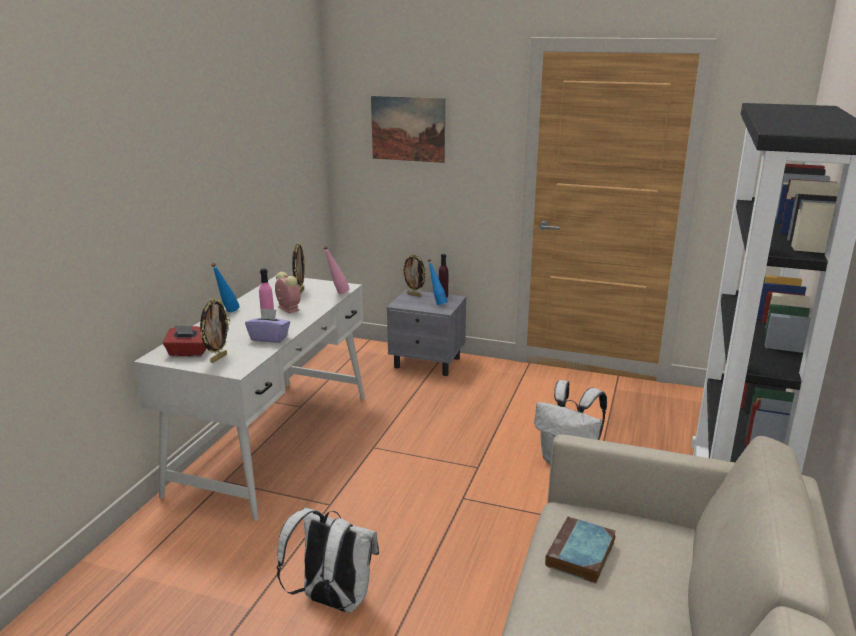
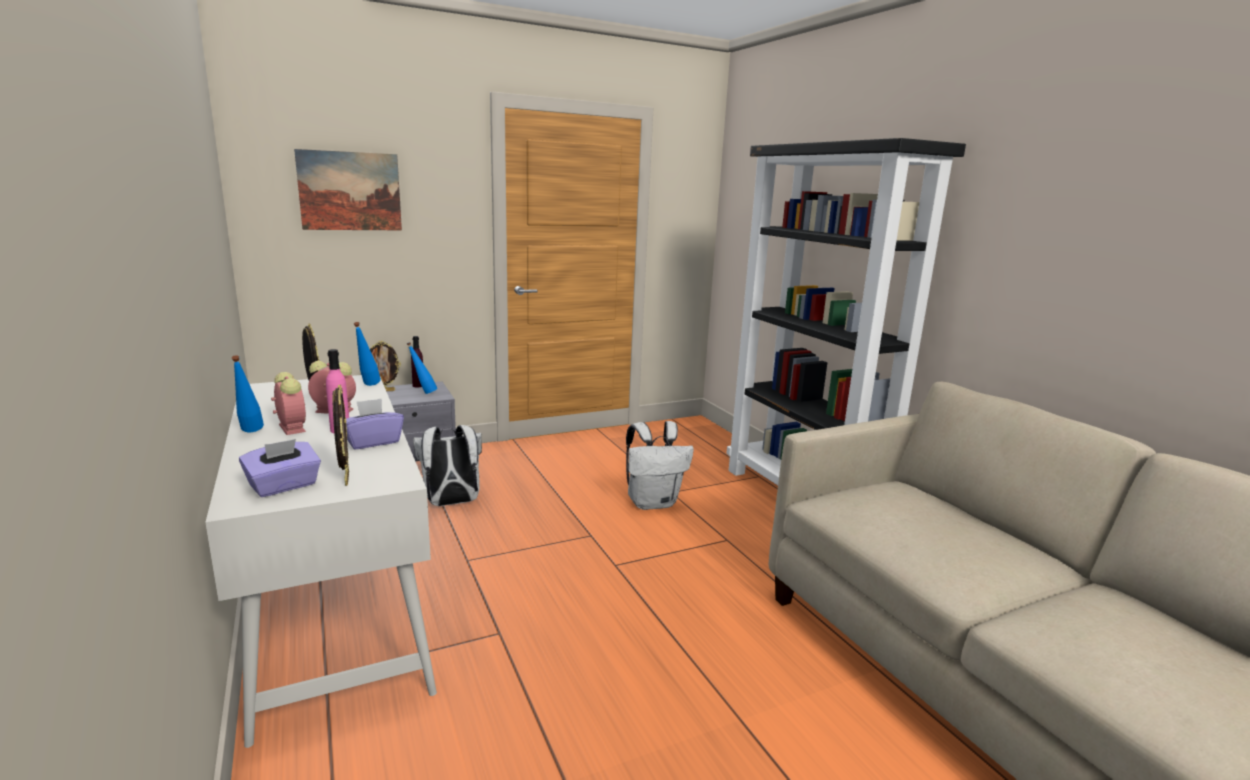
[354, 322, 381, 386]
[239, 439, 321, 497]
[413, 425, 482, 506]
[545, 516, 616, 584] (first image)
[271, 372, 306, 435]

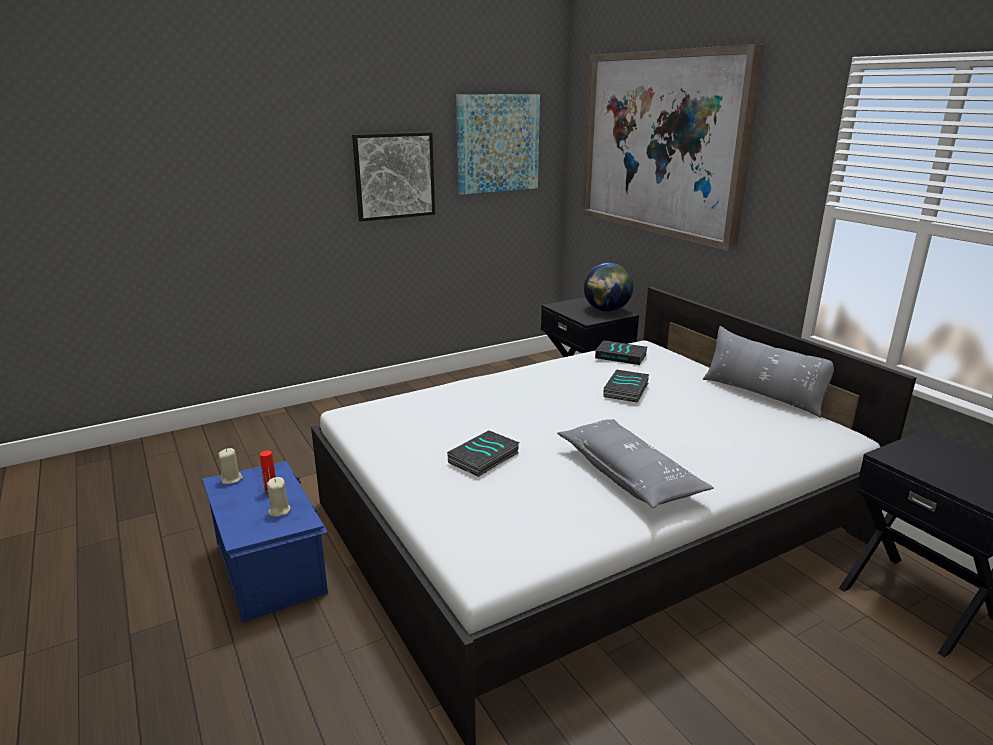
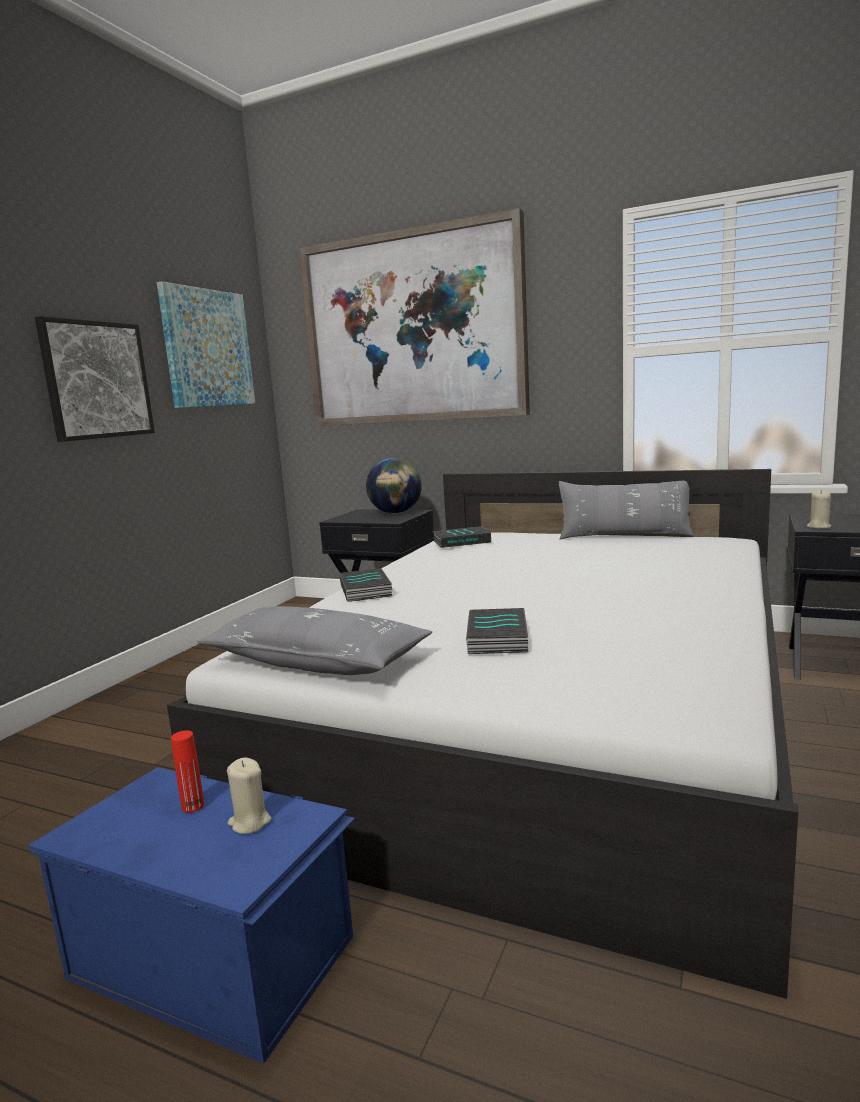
[339, 568, 393, 602]
[197, 606, 432, 675]
[807, 490, 831, 529]

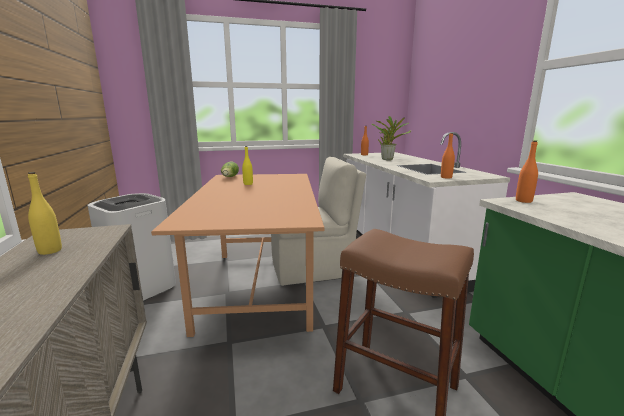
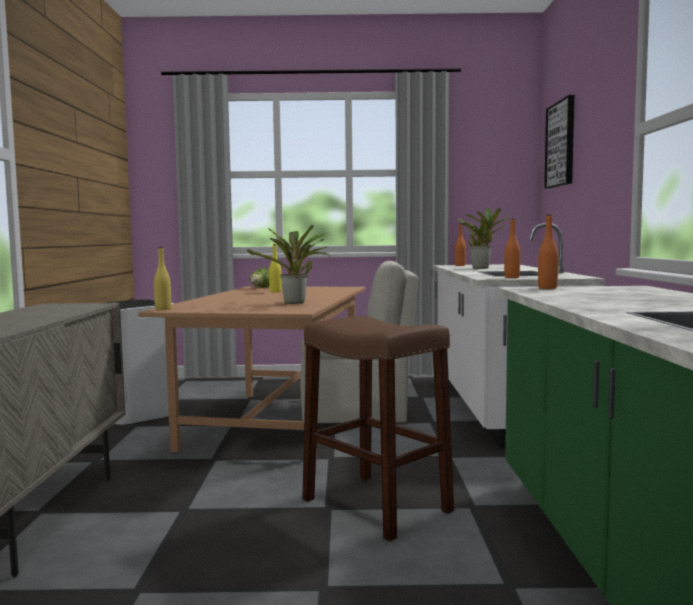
[154, 247, 171, 310]
[544, 95, 574, 189]
[247, 225, 328, 304]

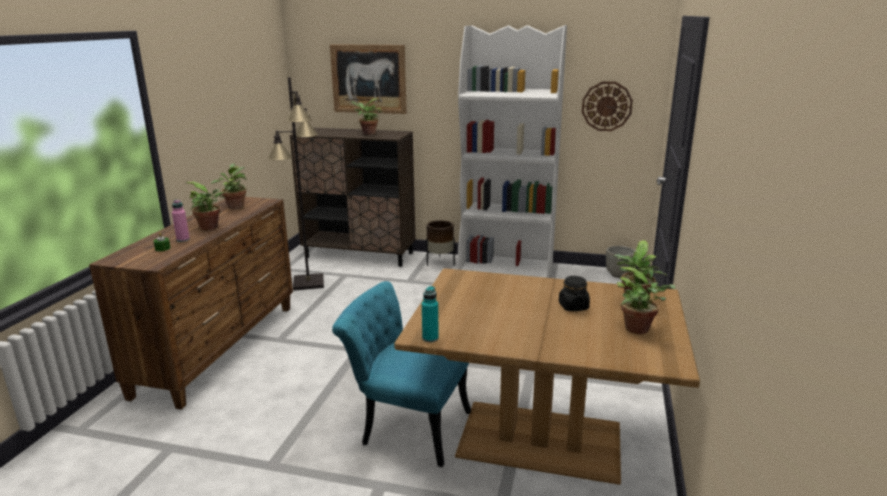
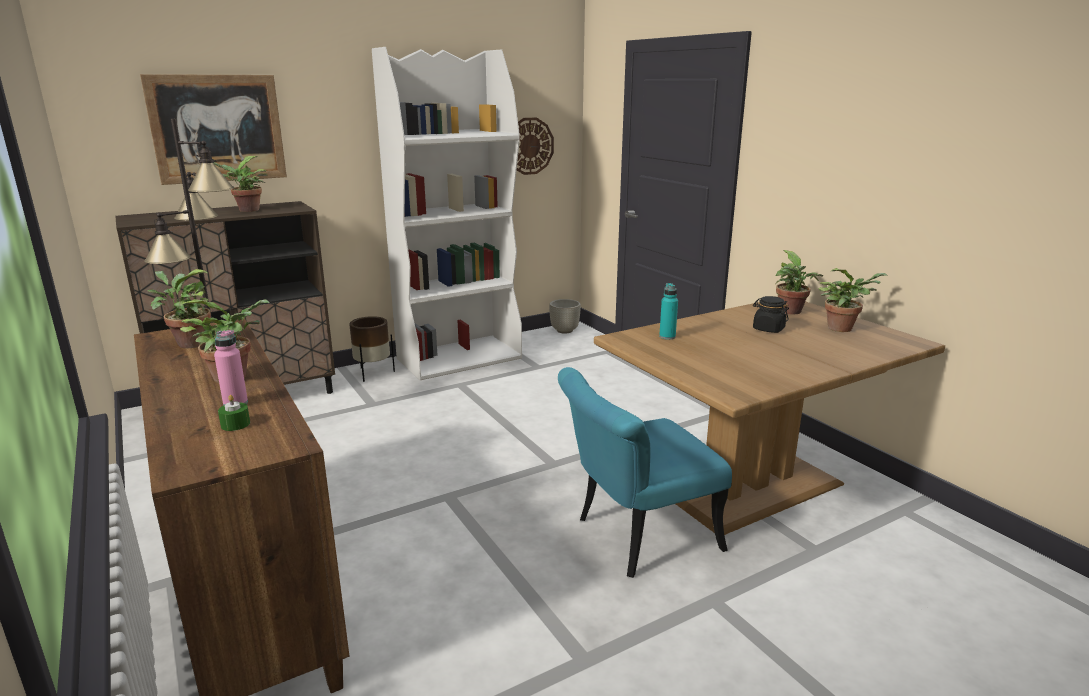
[659, 283, 678, 340]

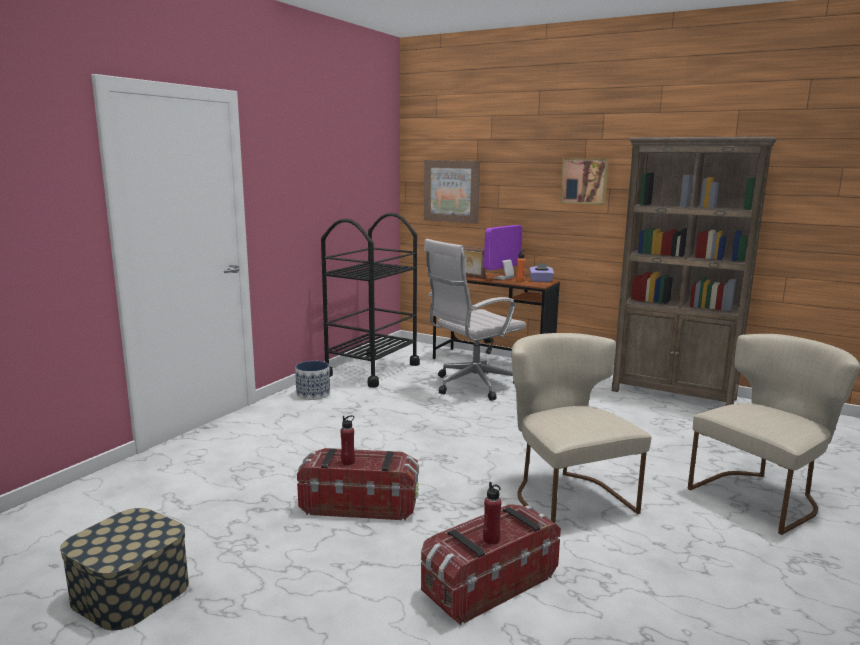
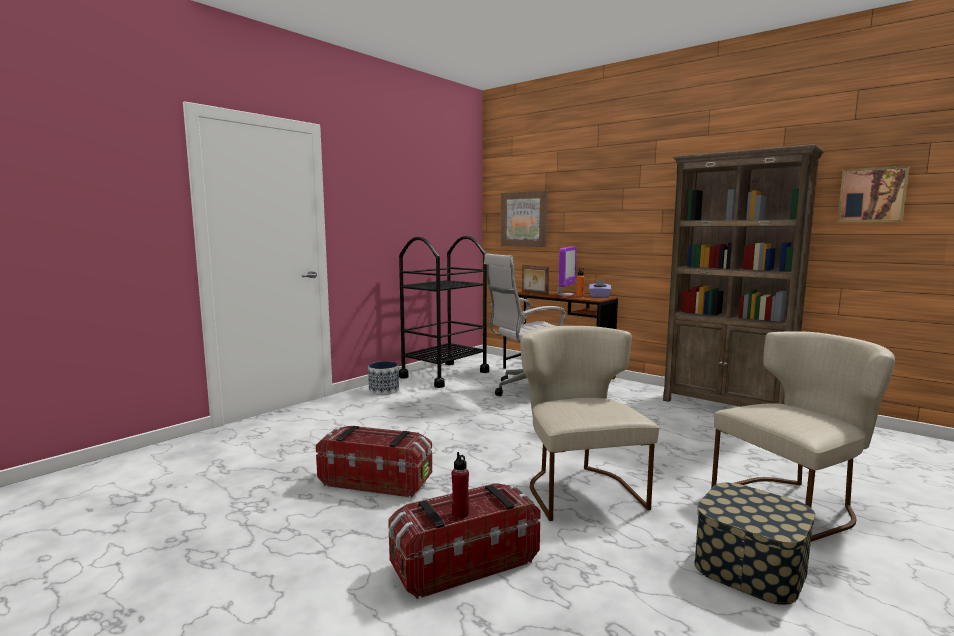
[837, 166, 910, 222]
[557, 247, 577, 296]
[341, 415, 355, 465] (first image)
[694, 483, 815, 605]

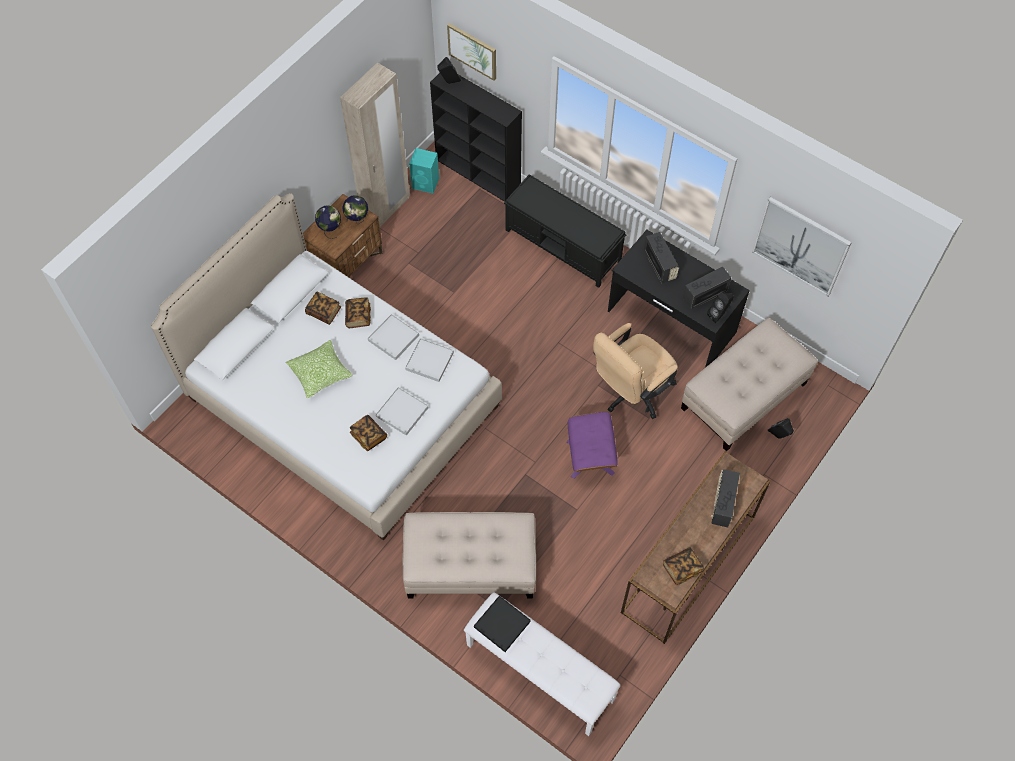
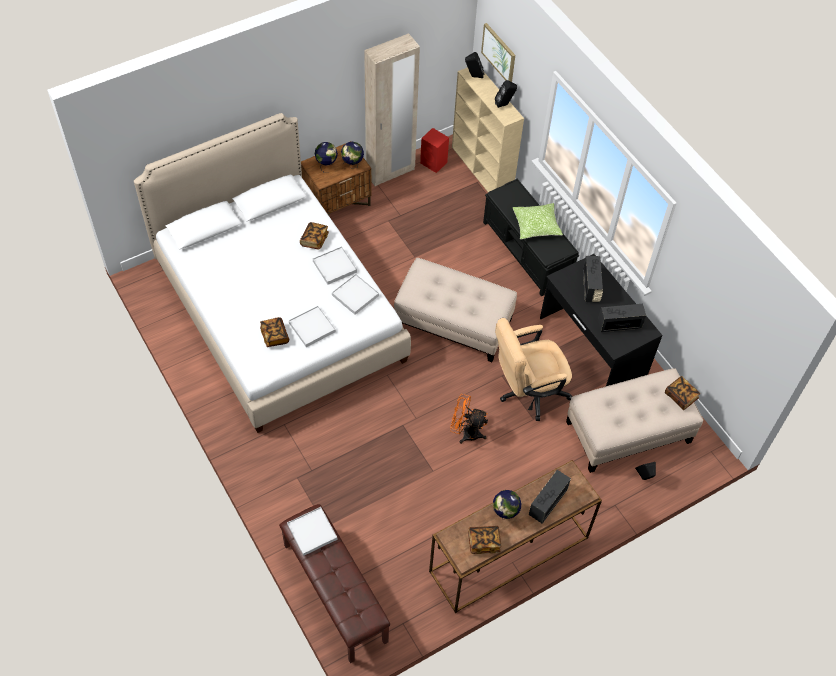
[452, 67, 524, 192]
[420, 128, 449, 173]
[752, 197, 852, 296] (first image)
[665, 376, 700, 410]
[495, 80, 517, 108]
[513, 203, 563, 239]
[450, 394, 488, 444]
[394, 258, 517, 362]
[279, 504, 390, 663]
[287, 507, 337, 556]
[493, 490, 521, 519]

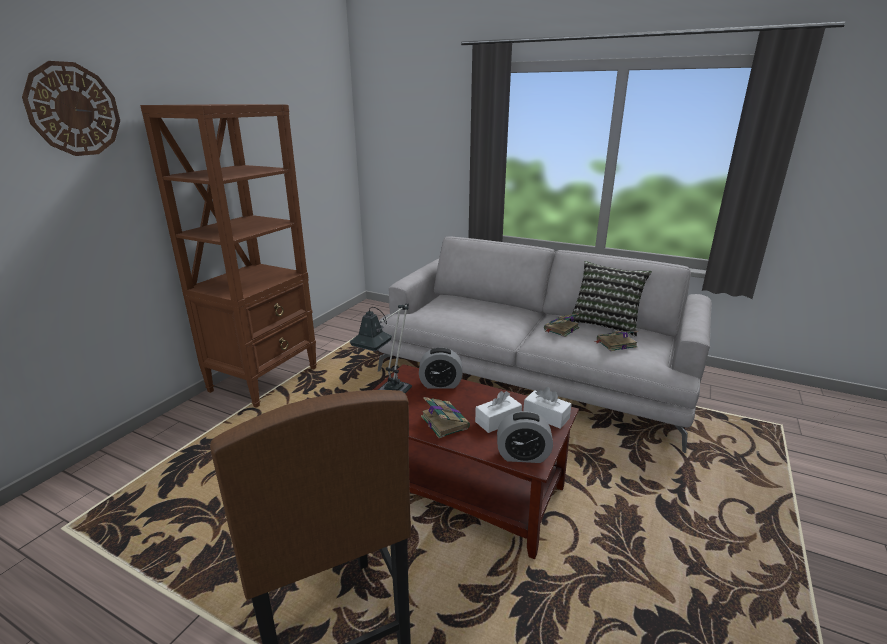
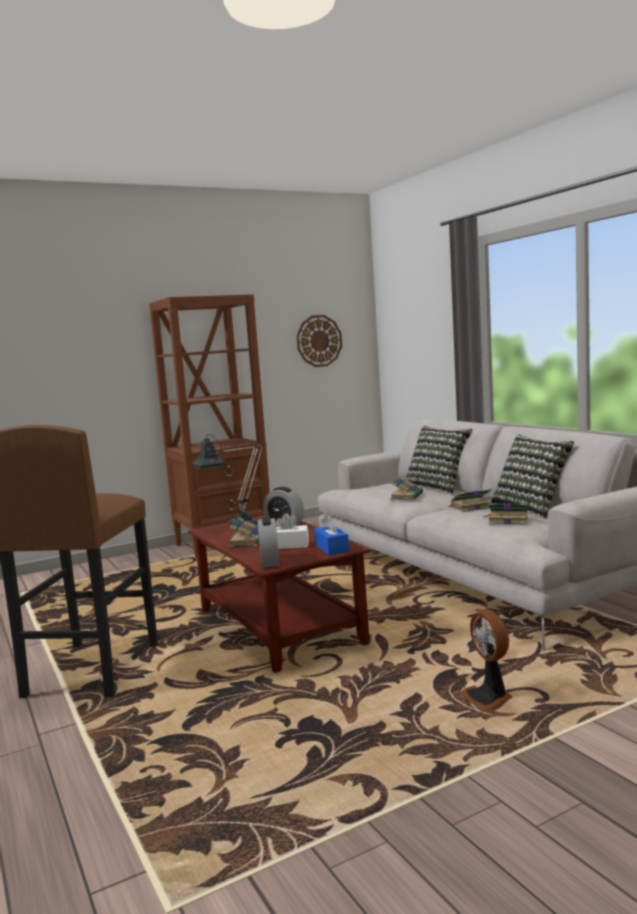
[297, 315, 342, 367]
[314, 515, 349, 555]
[258, 517, 279, 568]
[405, 426, 472, 494]
[390, 477, 423, 500]
[459, 610, 512, 712]

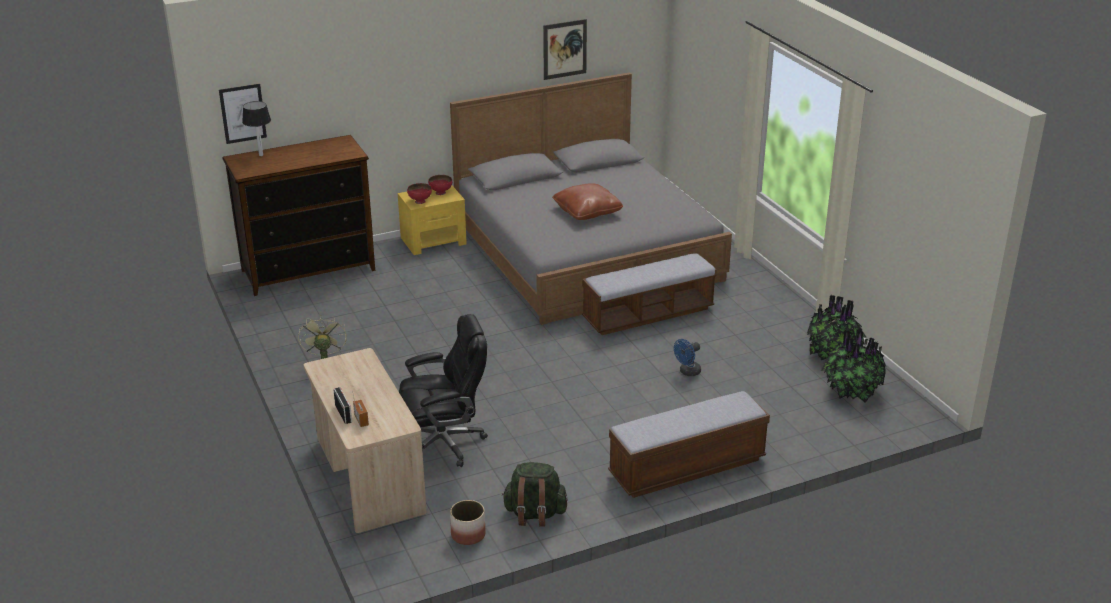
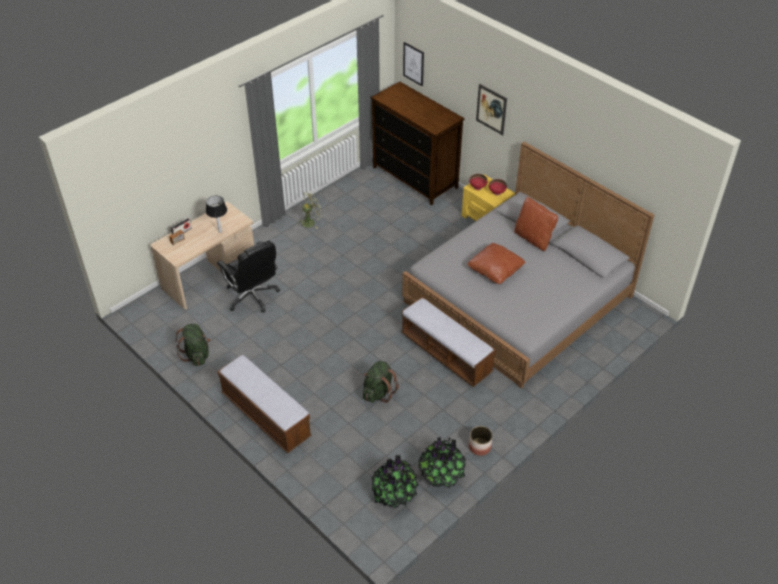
[476, 84, 507, 135]
[206, 196, 227, 233]
[363, 361, 399, 403]
[469, 426, 492, 456]
[514, 197, 558, 251]

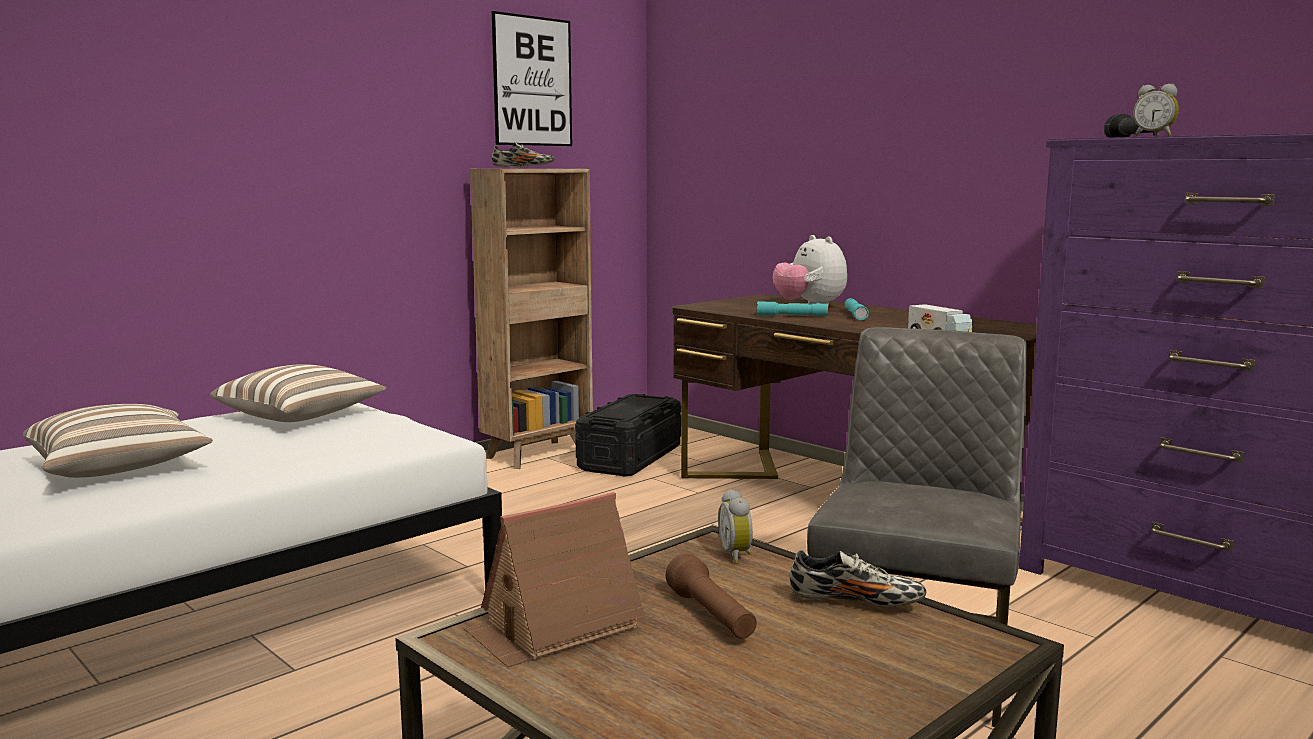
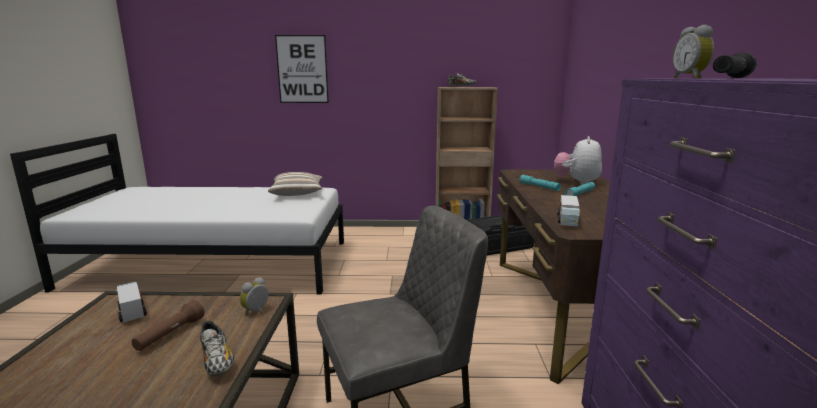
[275, 35, 329, 103]
[23, 404, 213, 478] (first image)
[117, 282, 147, 322]

